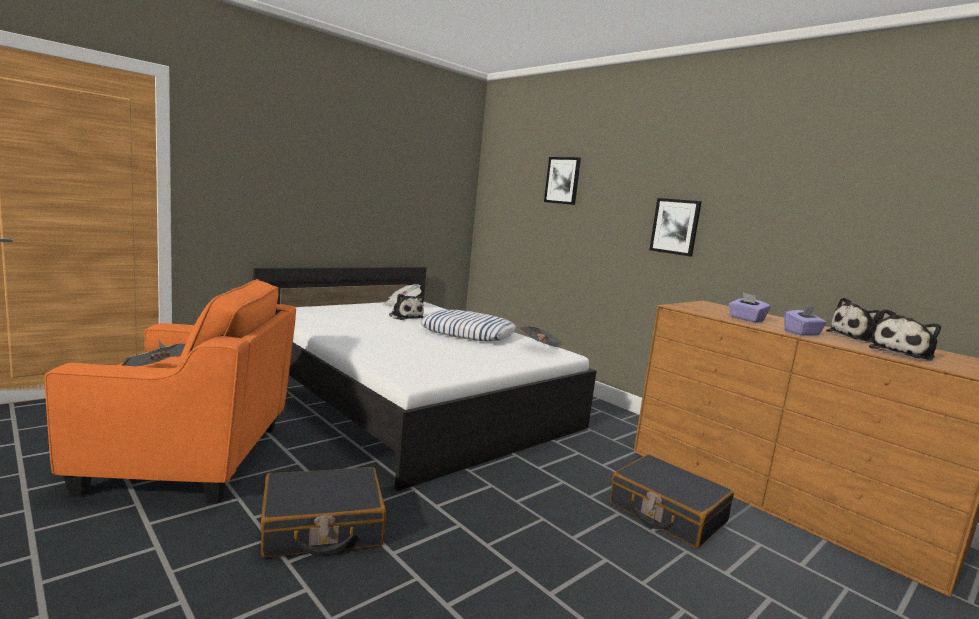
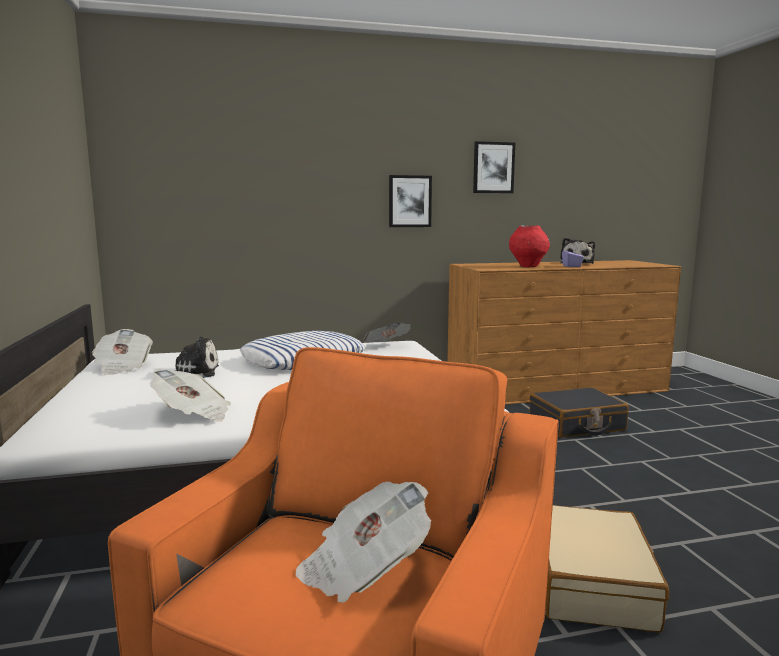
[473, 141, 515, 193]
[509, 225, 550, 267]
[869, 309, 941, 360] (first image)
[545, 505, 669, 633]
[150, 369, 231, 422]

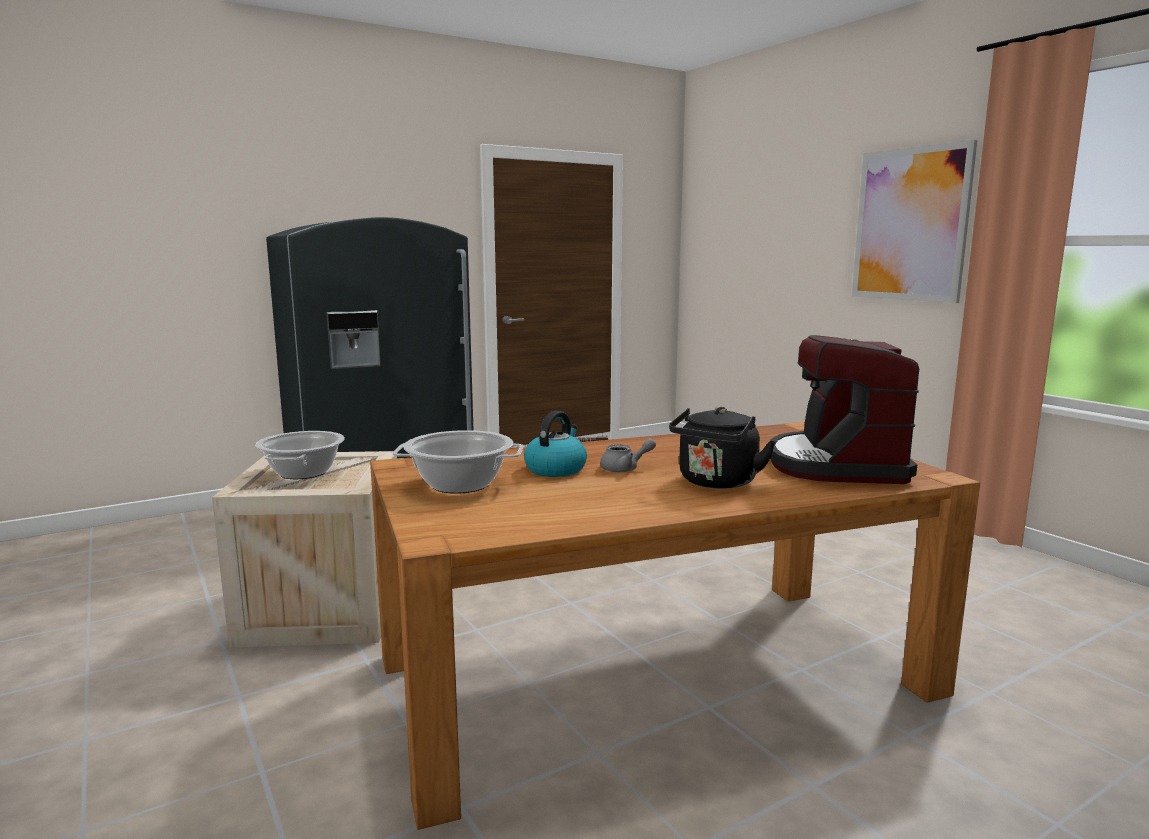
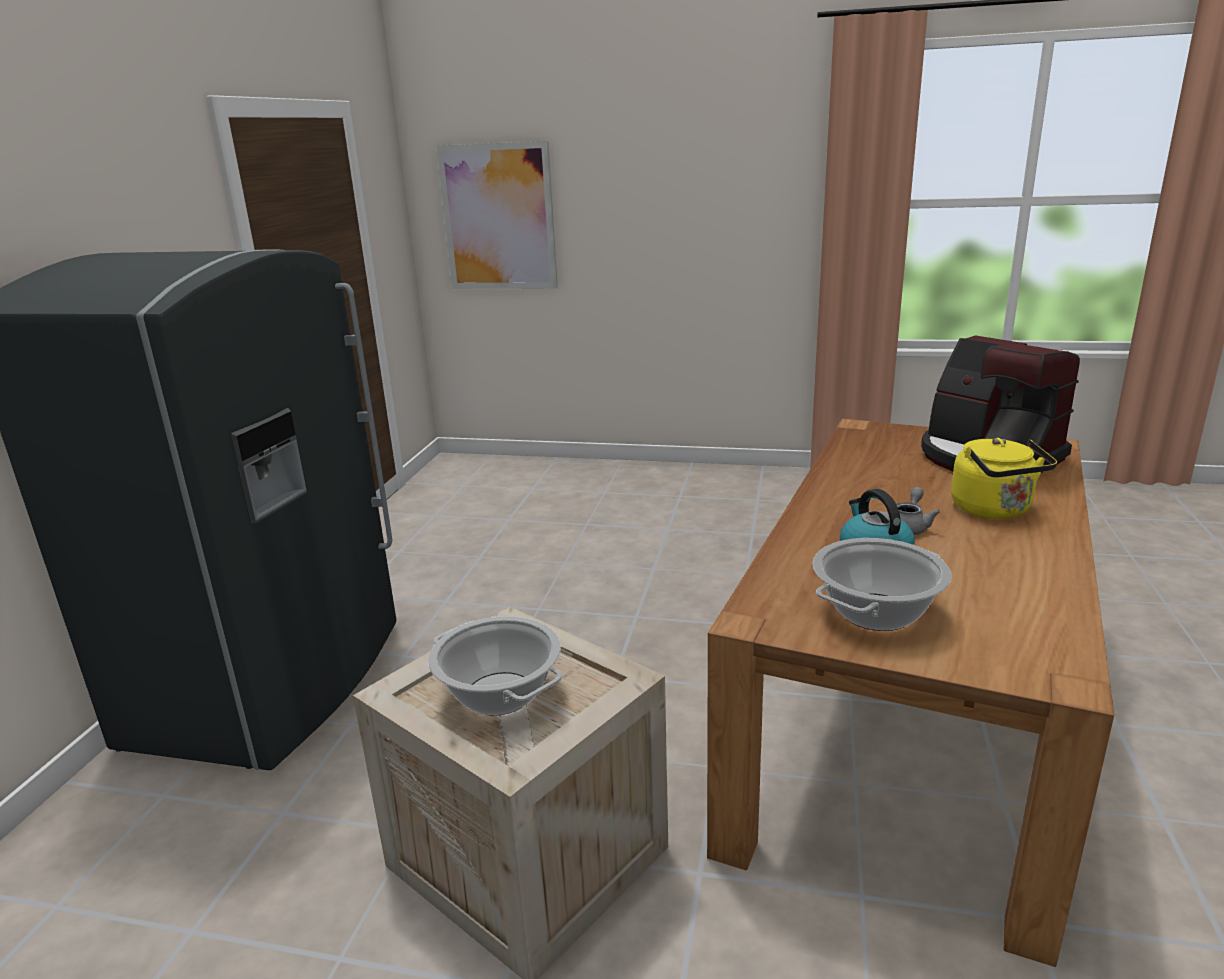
[436, 141, 558, 289]
[951, 438, 1057, 519]

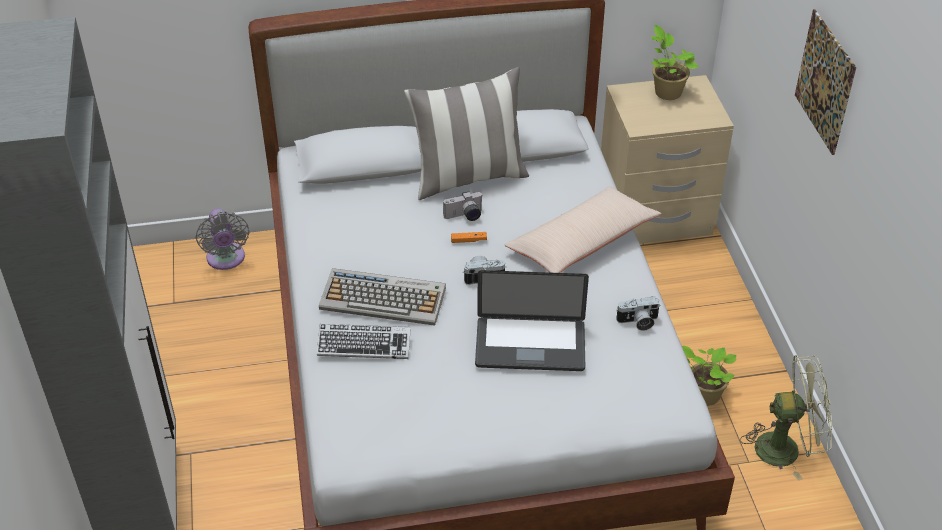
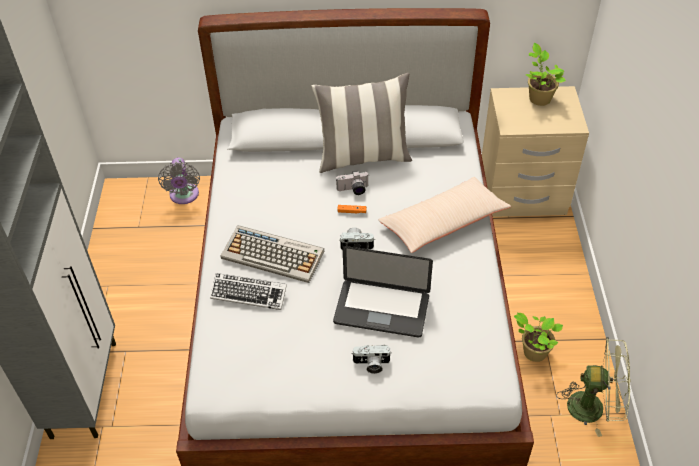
[795, 9, 856, 155] (first image)
[351, 345, 391, 374]

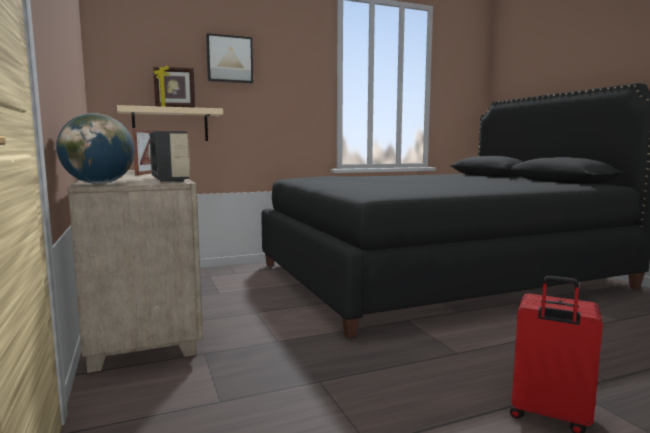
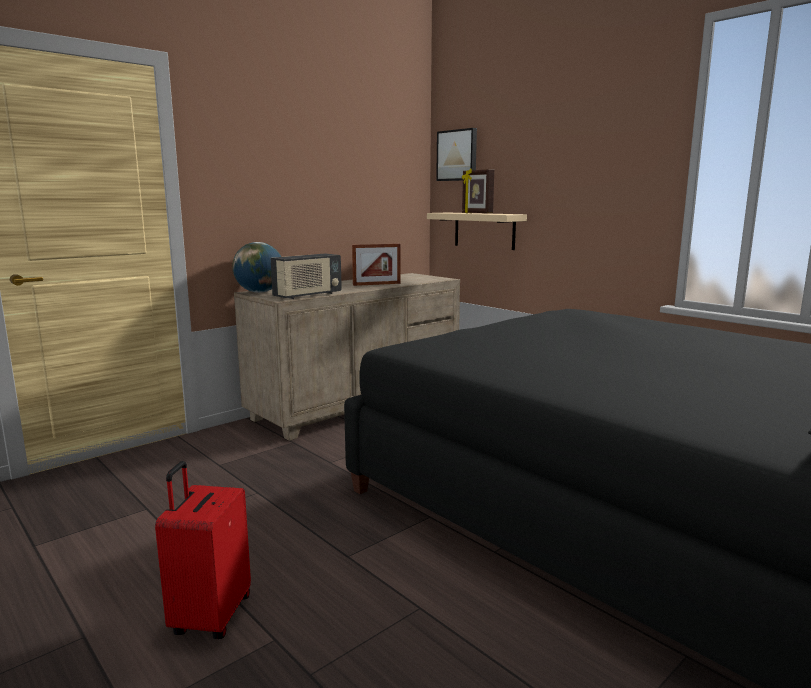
[436, 128, 477, 181]

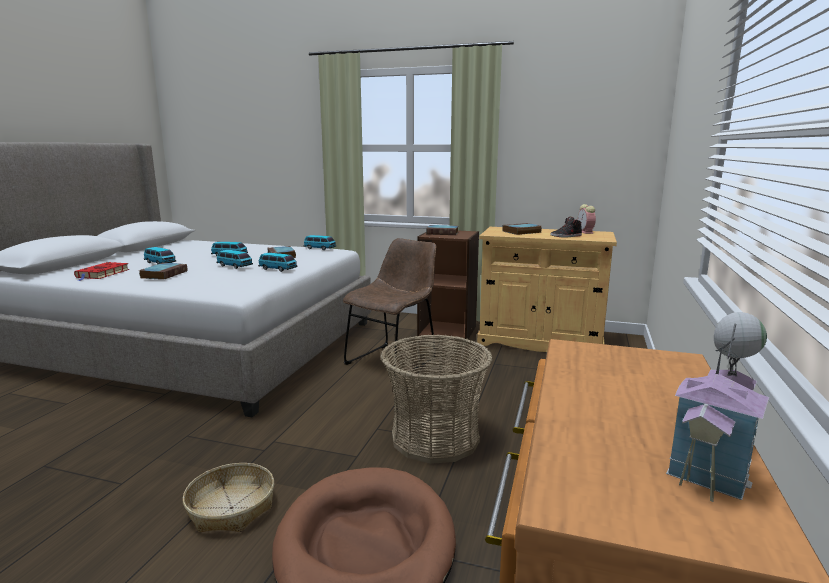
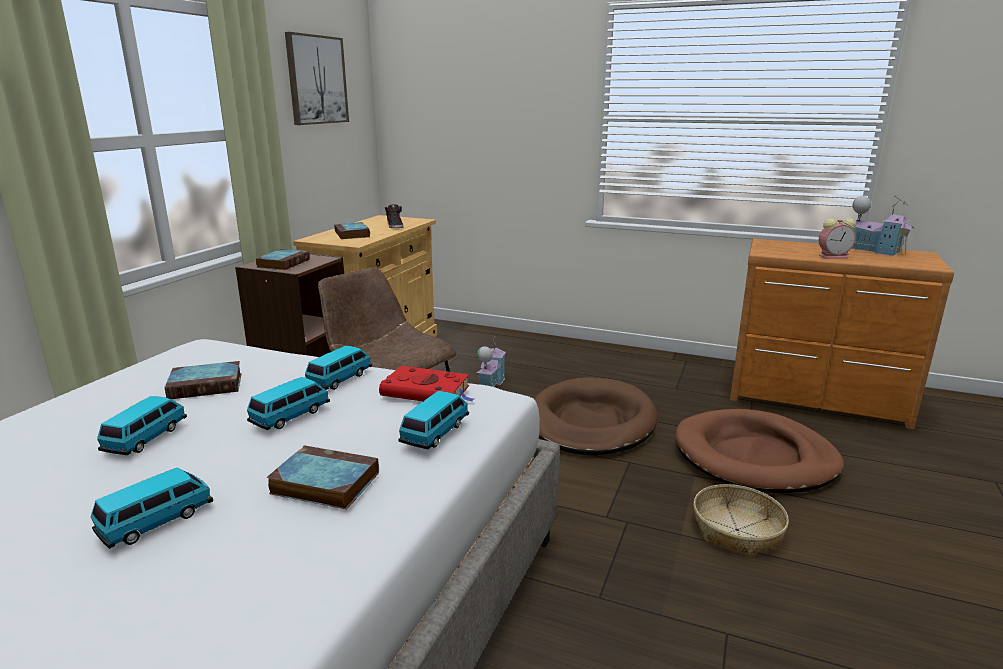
[819, 218, 856, 259]
[398, 391, 469, 450]
[379, 366, 474, 402]
[534, 377, 658, 455]
[285, 32, 349, 125]
[477, 336, 506, 387]

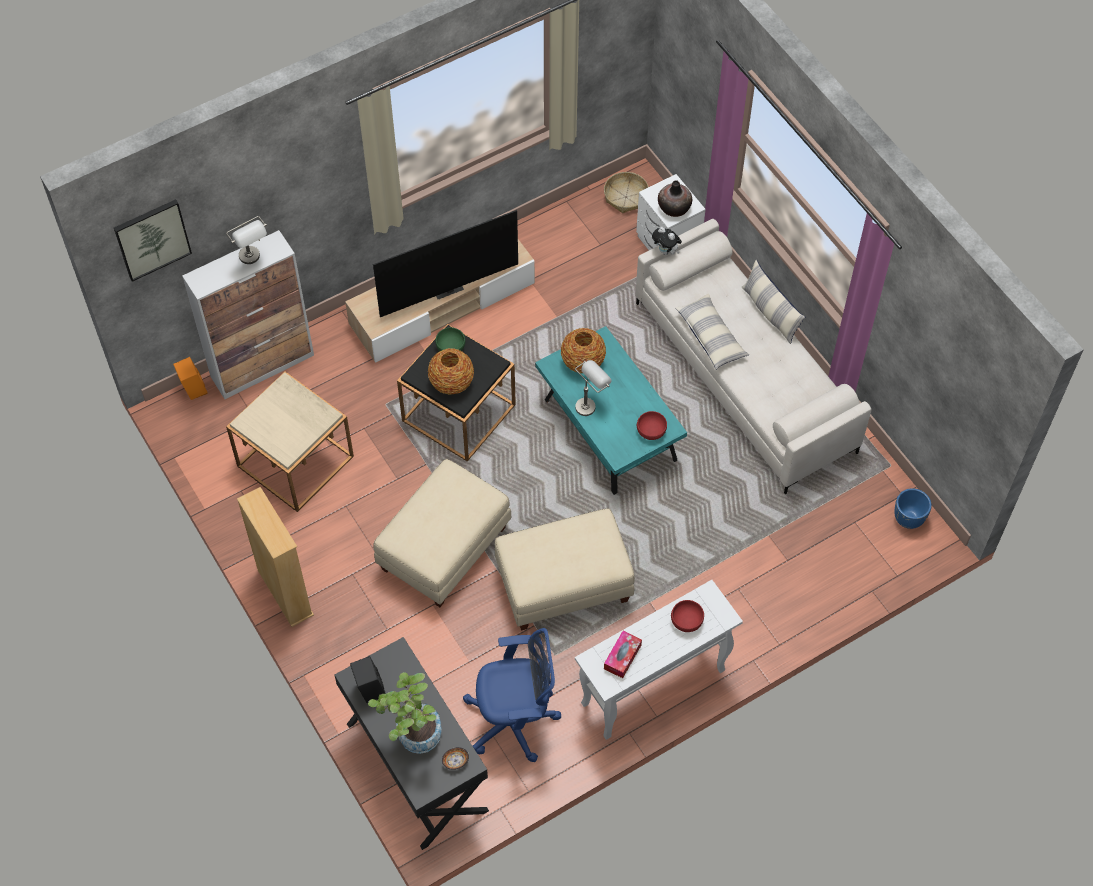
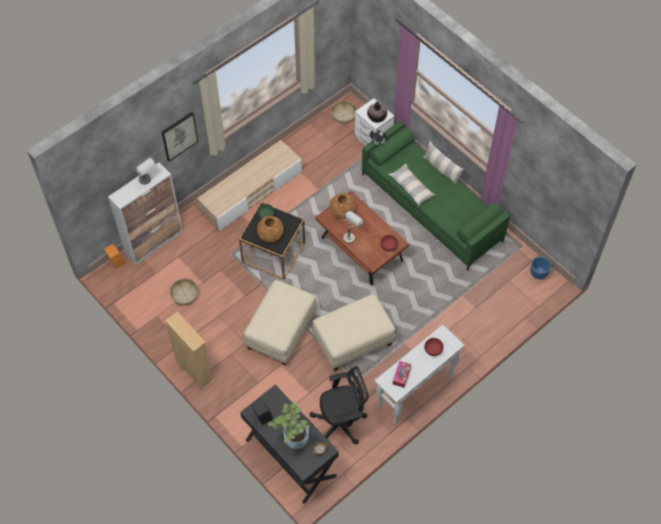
[162, 112, 198, 162]
[373, 210, 518, 317] (first image)
[362, 121, 510, 271]
[315, 191, 409, 286]
[170, 278, 199, 305]
[309, 366, 369, 444]

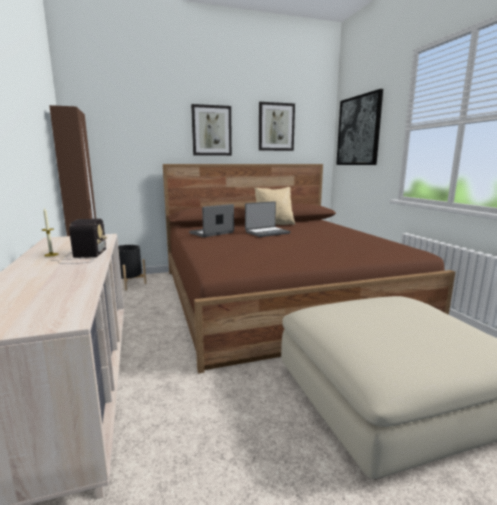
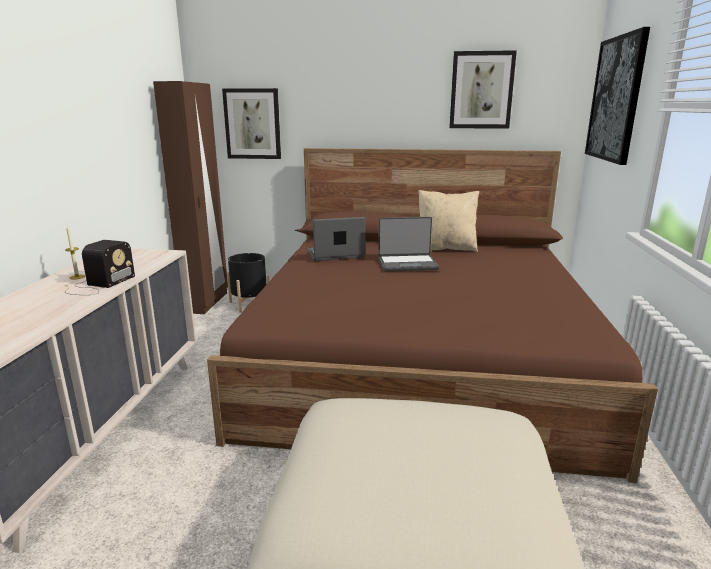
[222, 88, 281, 159]

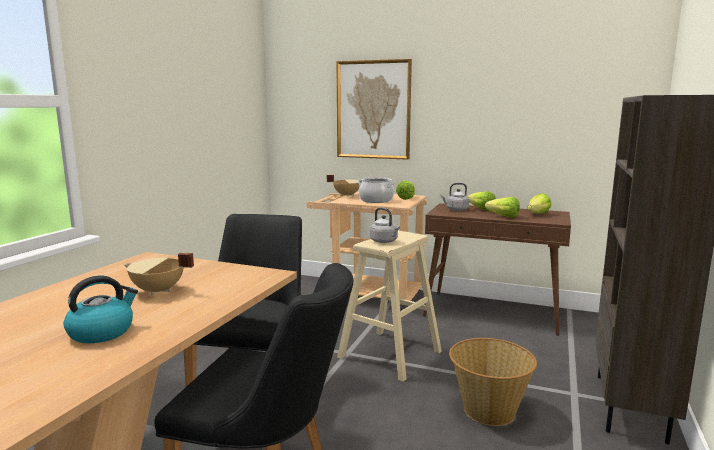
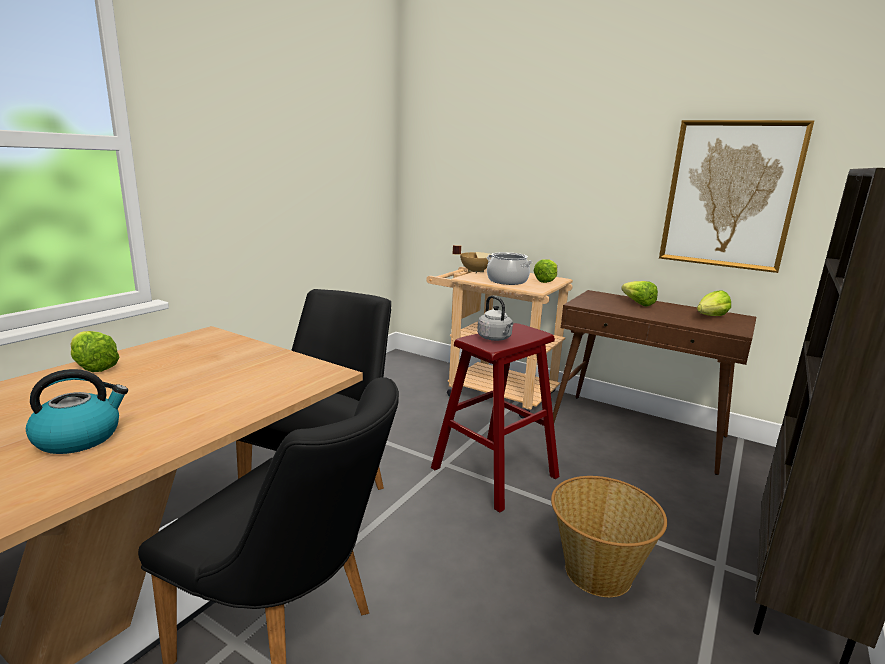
[659, 120, 814, 273]
[441, 183, 469, 211] (first image)
[70, 331, 120, 372]
[431, 323, 559, 513]
[124, 253, 194, 296] (first image)

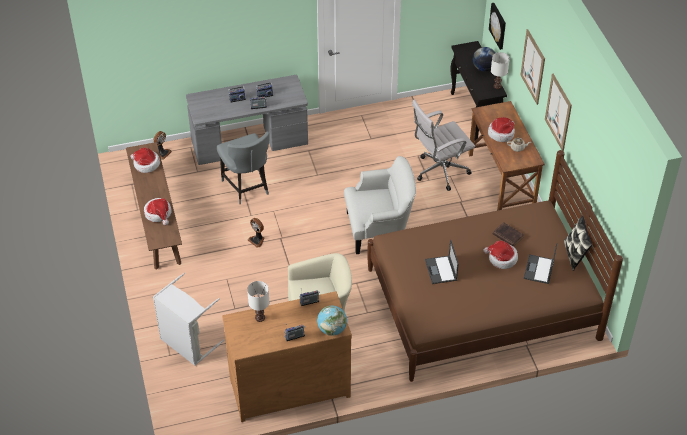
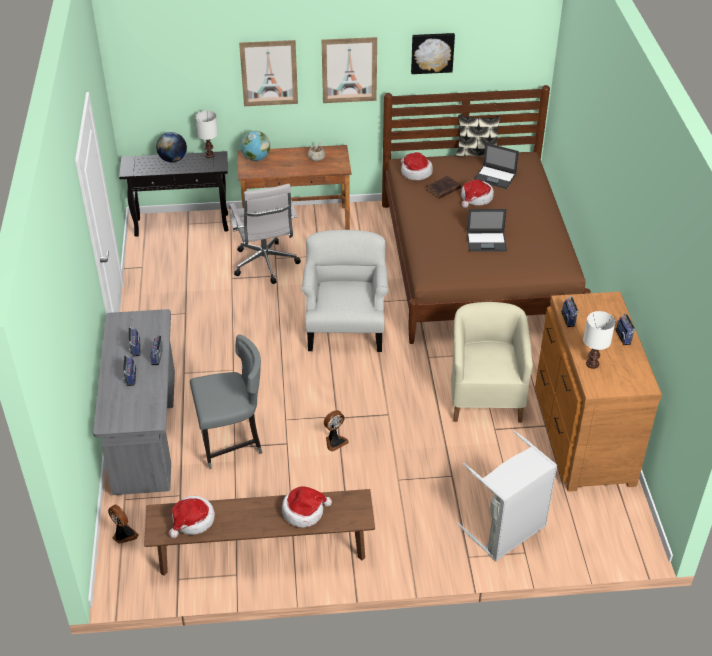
[411, 33, 455, 74]
[401, 152, 433, 180]
[241, 131, 270, 161]

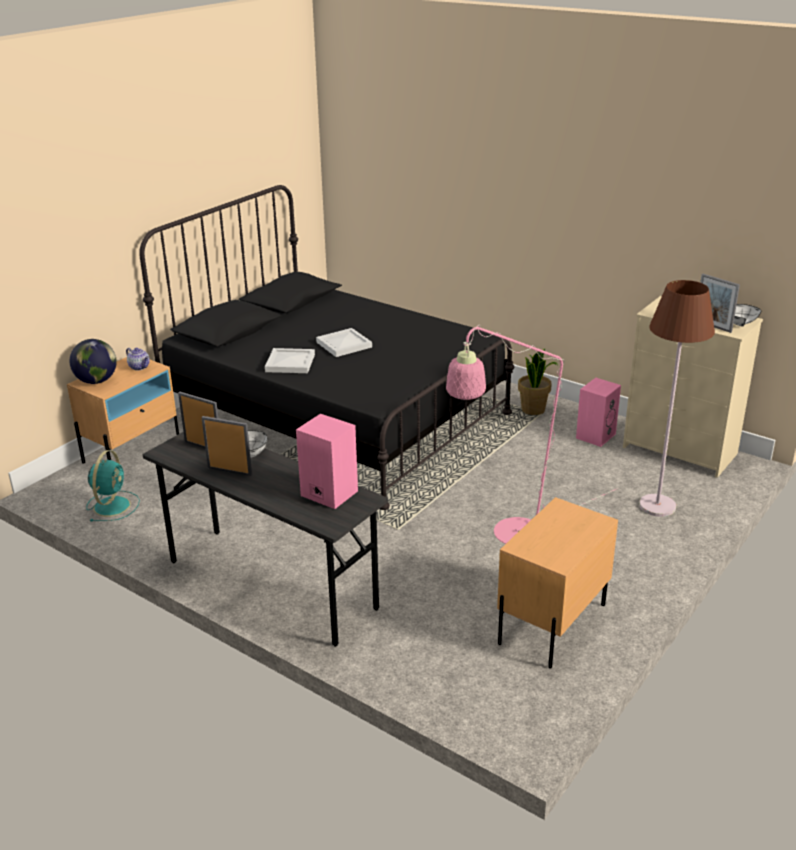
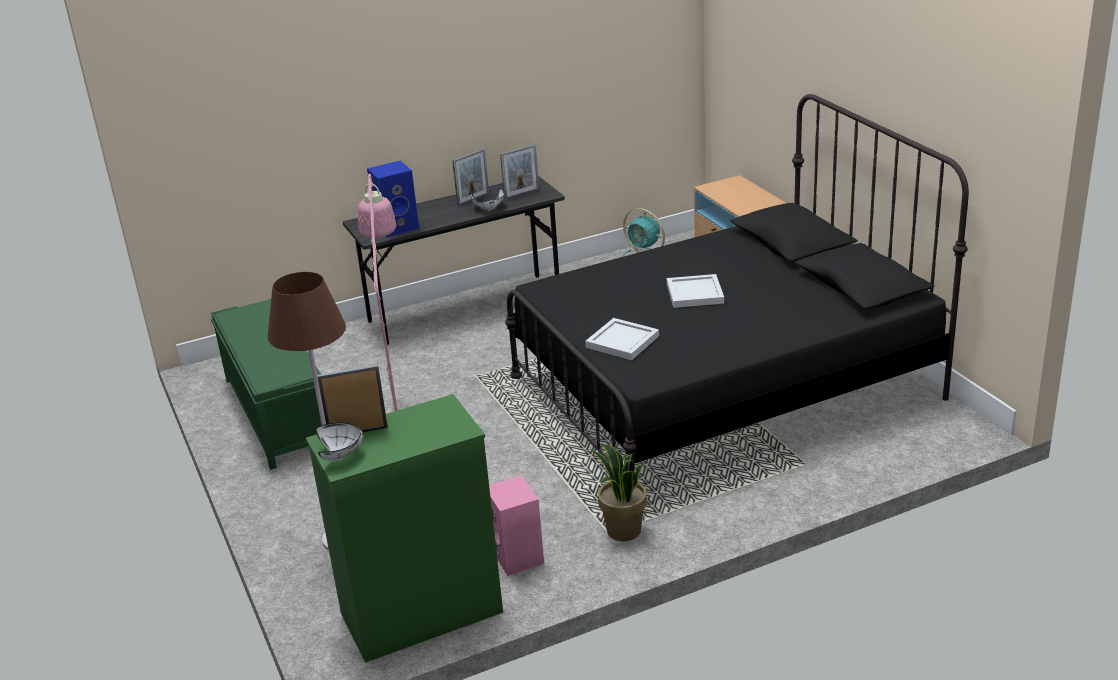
[306, 394, 503, 663]
[70, 339, 117, 384] (first image)
[126, 348, 150, 371] (first image)
[585, 318, 659, 360]
[367, 161, 419, 237]
[211, 299, 322, 470]

